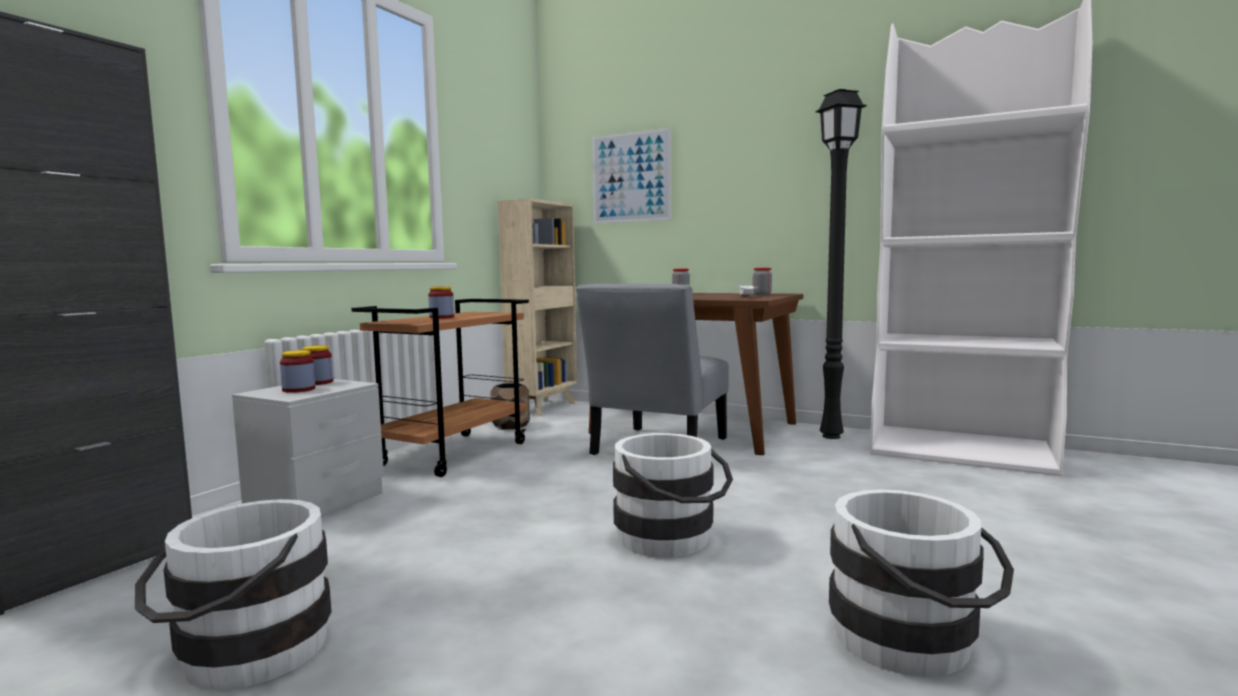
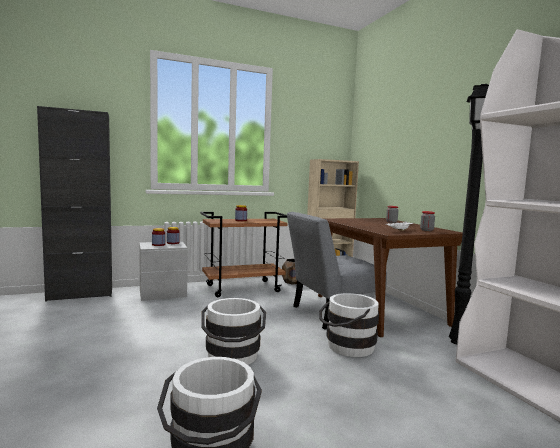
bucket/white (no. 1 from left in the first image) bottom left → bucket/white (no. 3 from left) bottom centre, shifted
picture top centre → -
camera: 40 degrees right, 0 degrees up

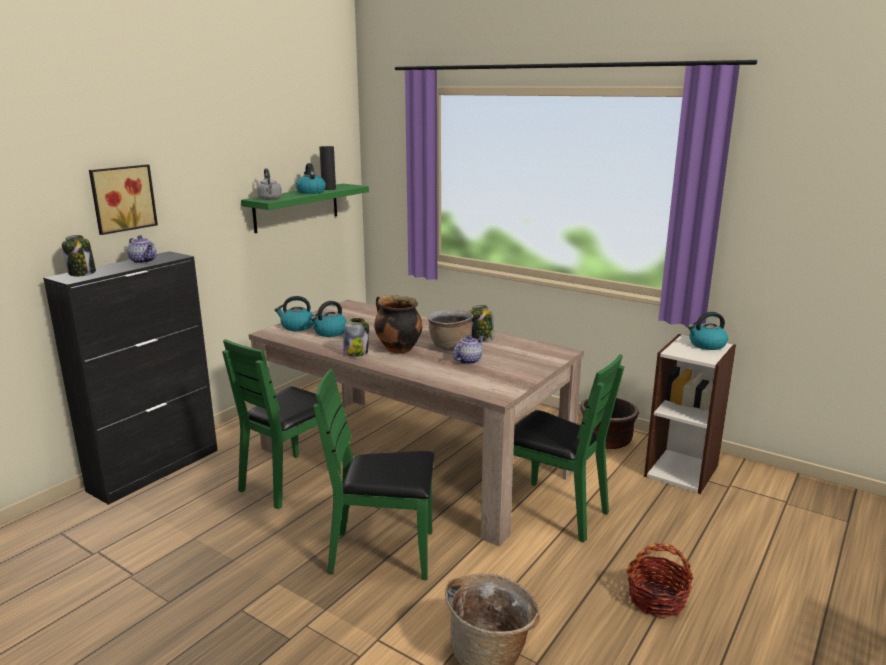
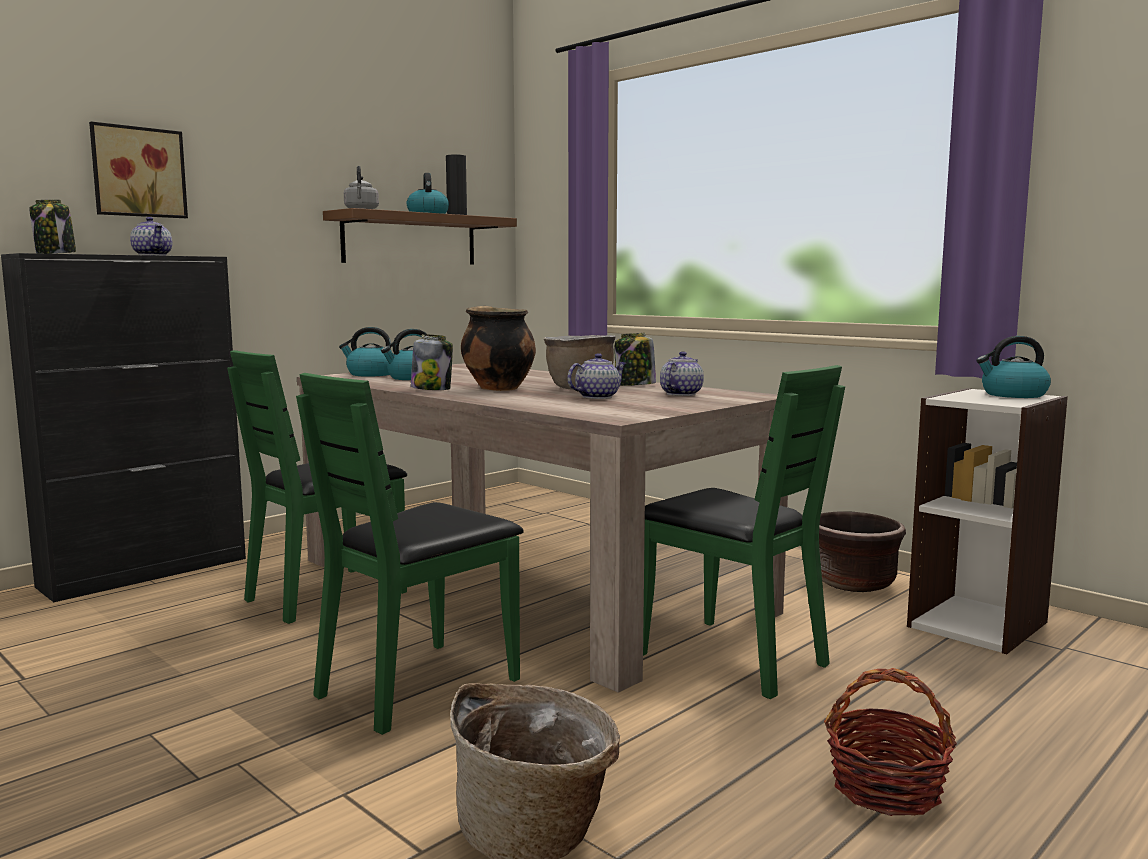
shelf/green top centre → shelf/brown top centre
chair/green (no. 2 from left) bottom centre → chair/green (no. 2 from left) centre, 60 degrees counterclockwise
- → teapot (no. 3 from left) centre
camera: 10 degrees right, 10 degrees down

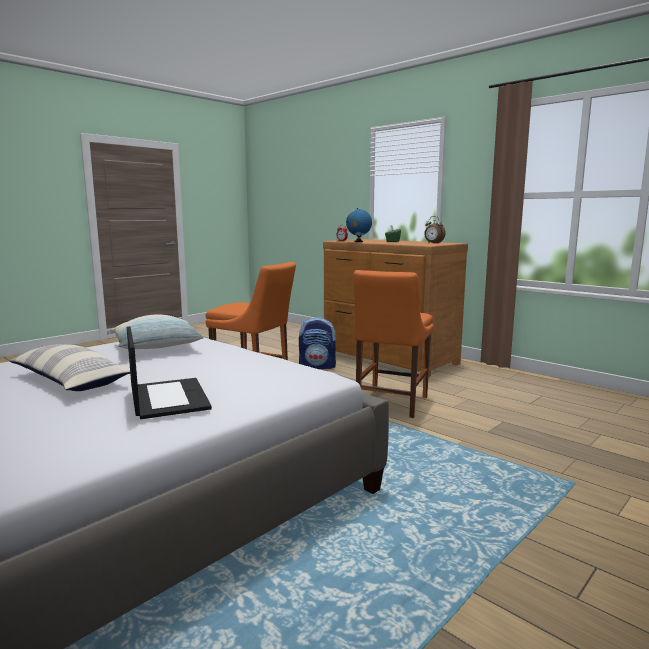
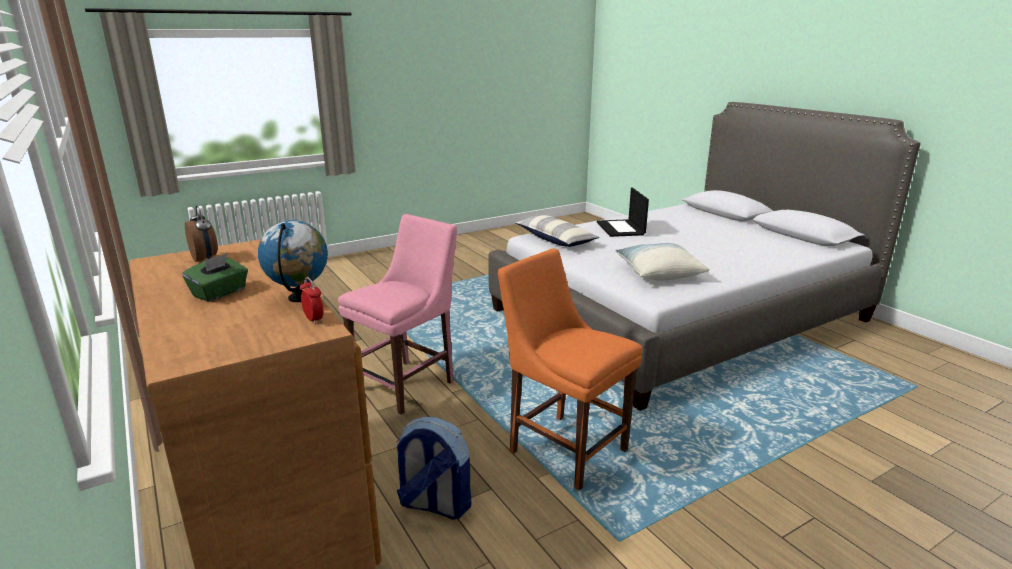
pillow (no. 1 from left) middle left → pillow (no. 1 from left) centre, shifted
chair/orange (no. 2 from left) centre → chair/pink centre
camera: 165 degrees left, 10 degrees up

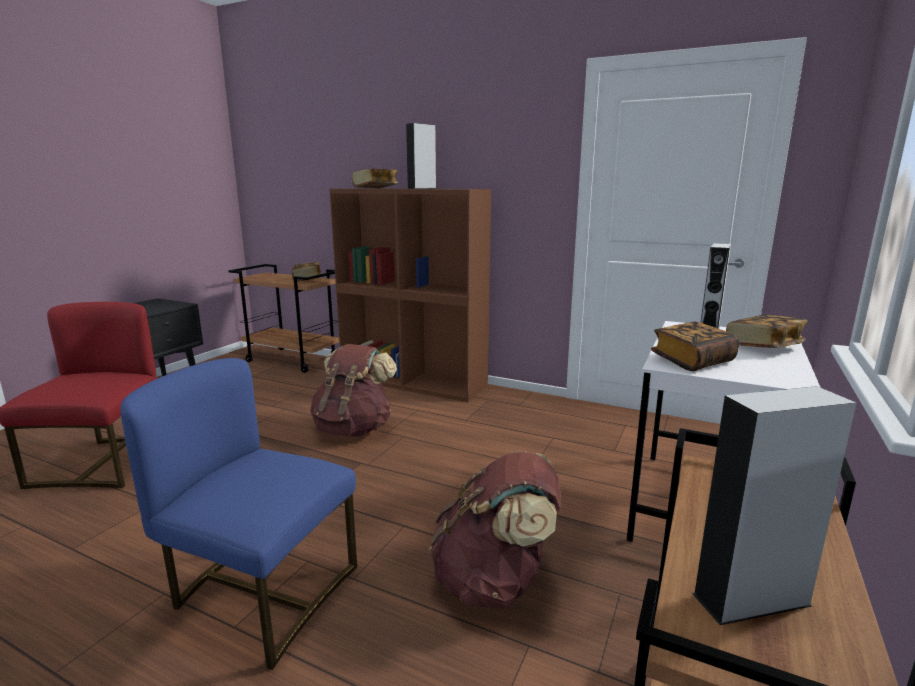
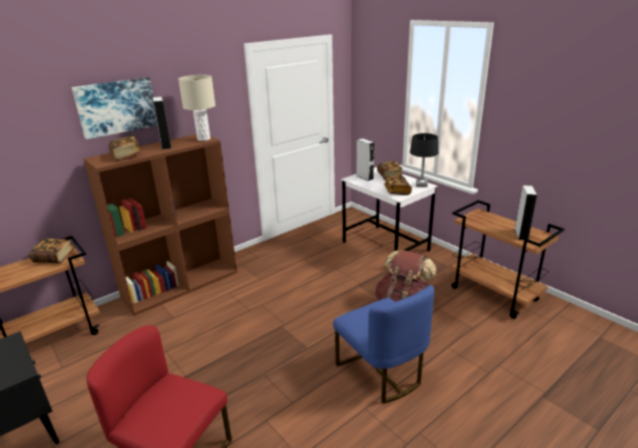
chair/blue bottom left → chair/blue bottom centre, 75 degrees counterclockwise
backpack/brown (no. 1 from left) centre → -
- → picture top left
- → table lamp/beige top left
- → table lamp/black centre
camera: 65 degrees left, 10 degrees up

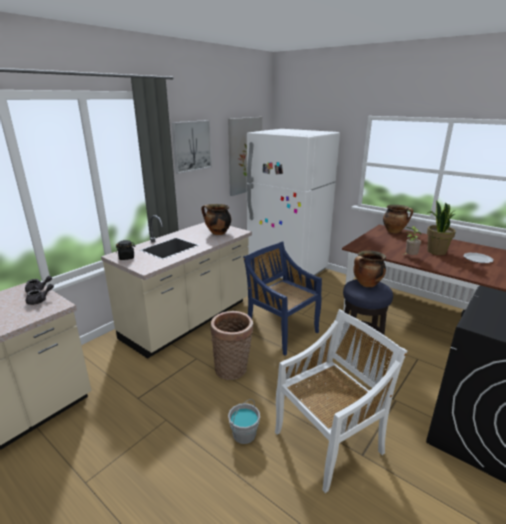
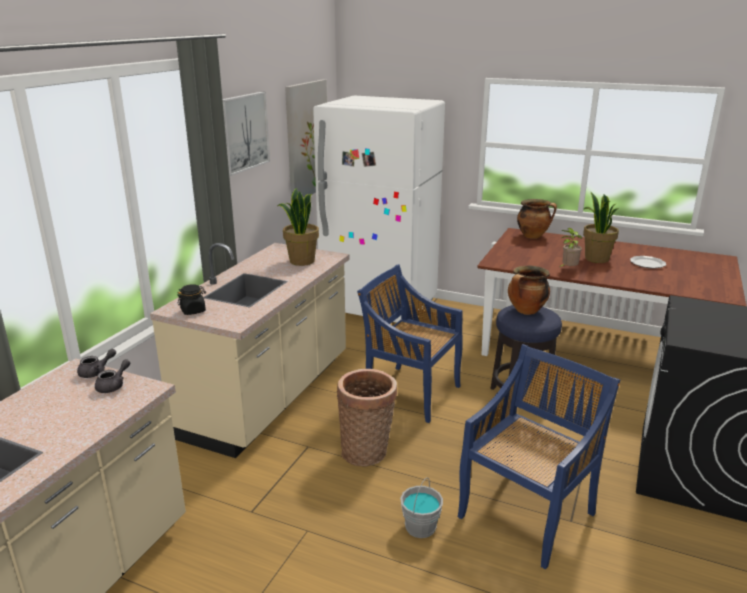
cooking pot (no. 1 from left) centre → potted plant (no. 1 from left) centre
chair/white bottom right → chair/blue (no. 2 from left) bottom right
camera: 15 degrees left, 0 degrees up

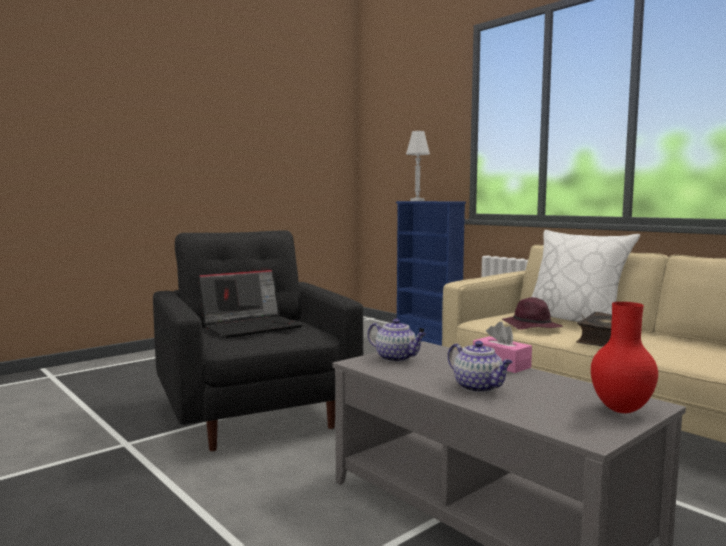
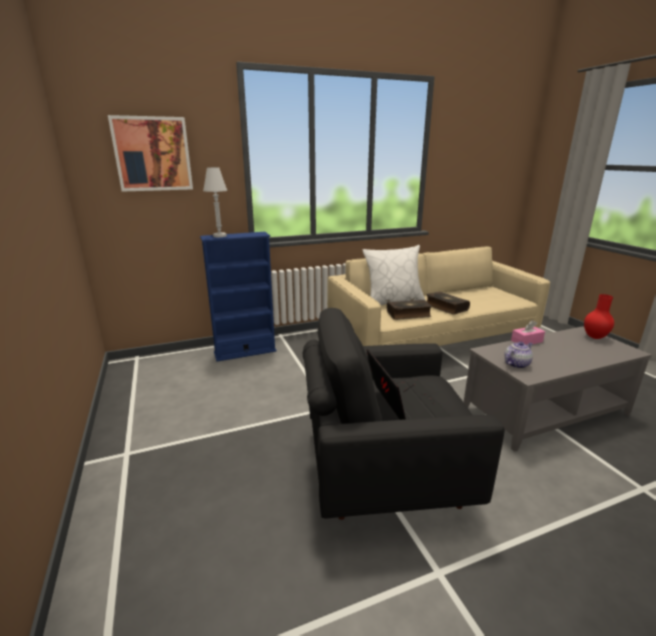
teapot (no. 2 from left) bottom centre → -
hat/purple middle right → book (no. 1 from left) centre
- → picture top left
camera: 70 degrees left, 15 degrees up

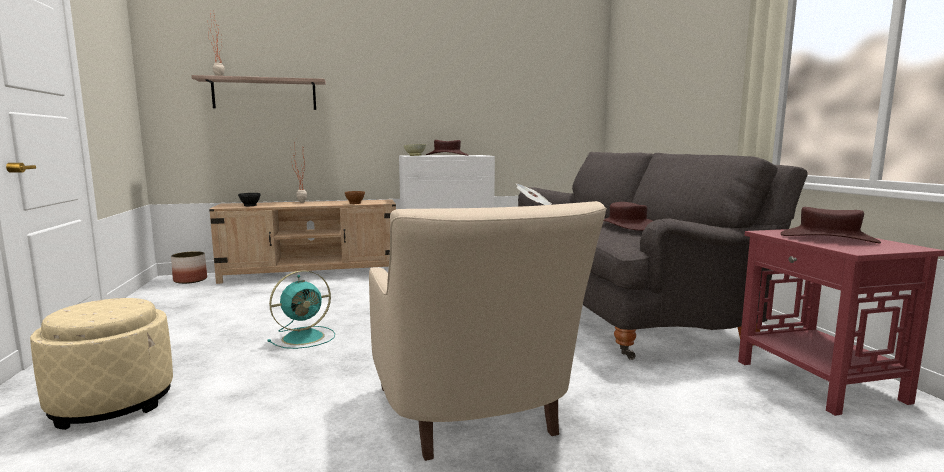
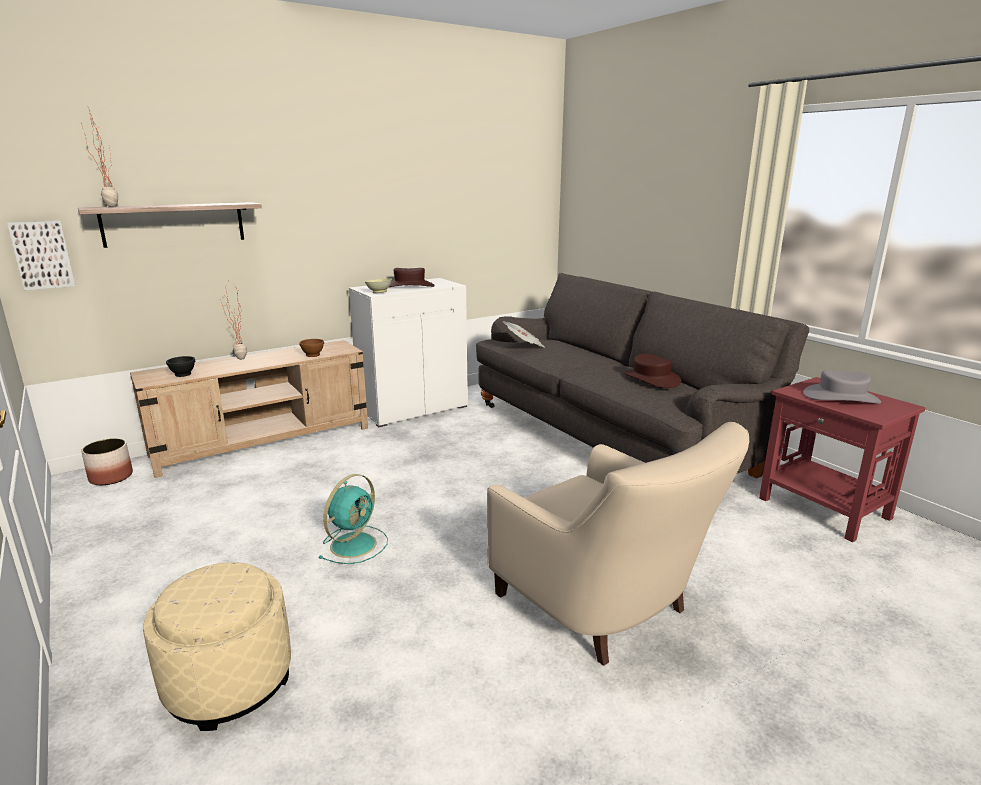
hat/brown (no. 3 from left) middle right → hat/grey middle right
- → picture top left
camera: 20 degrees left, 10 degrees up

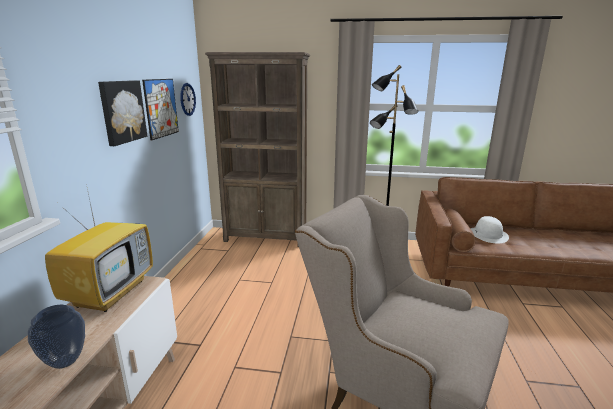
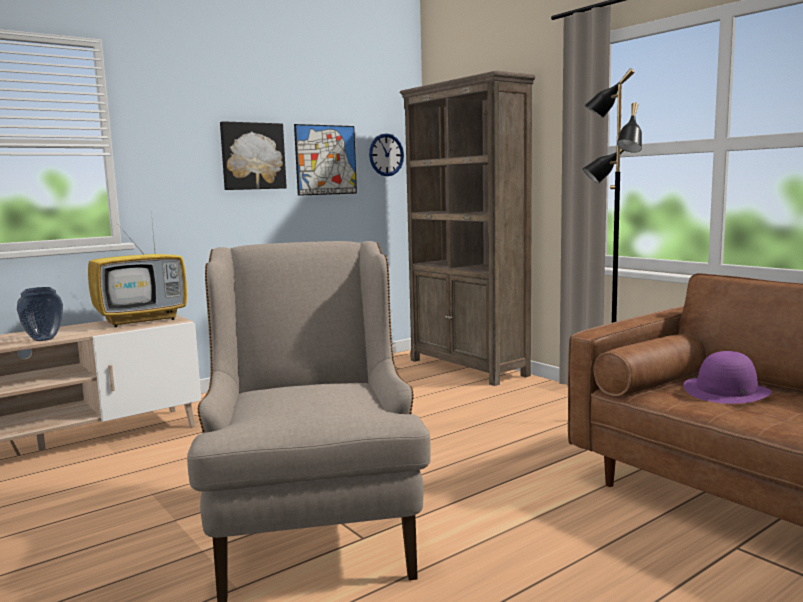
hat/white middle right → hat/purple middle right
camera: 45 degrees right, 10 degrees down

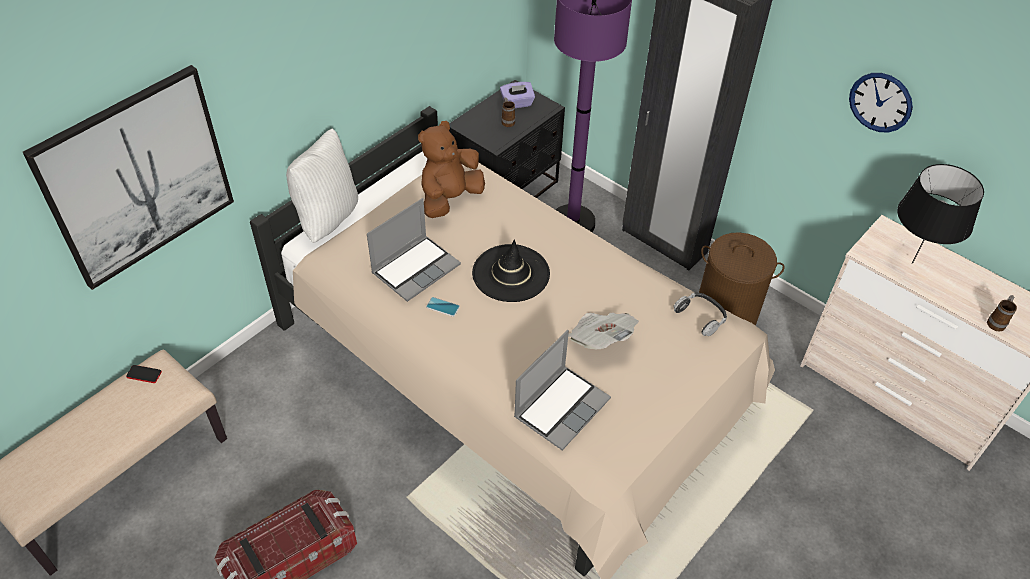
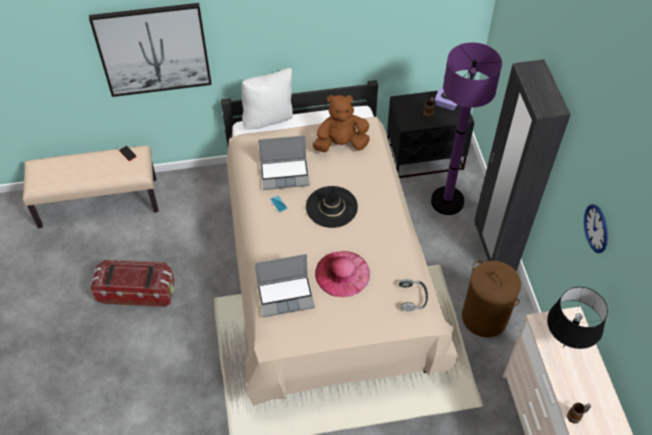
newspaper centre → hat/pink centre
camera: 40 degrees right, 5 degrees up

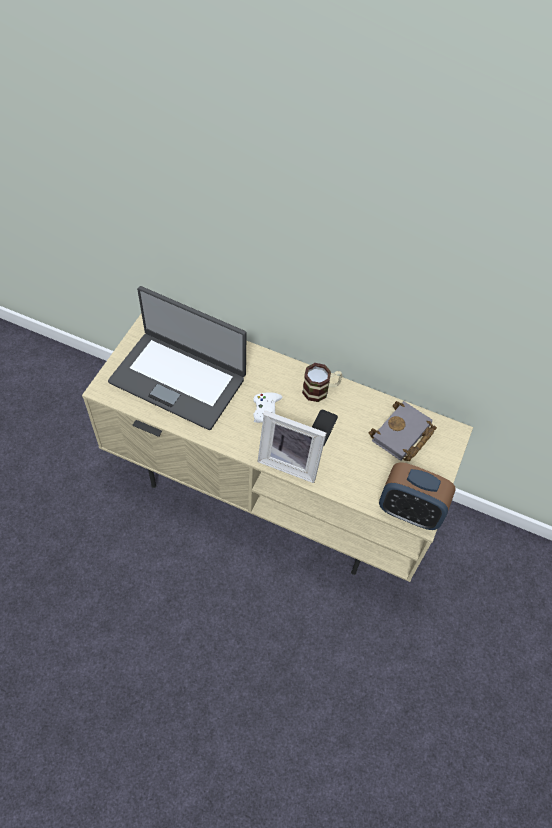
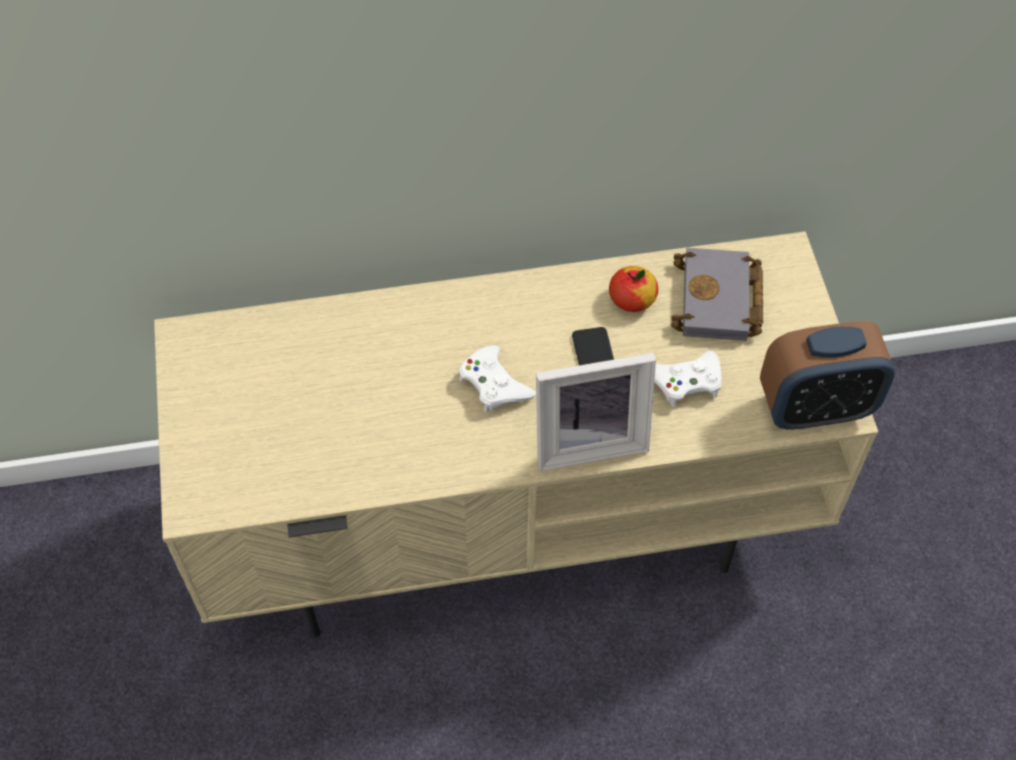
laptop middle left → -
mug centre → -
- → apple centre
- → game controller/white (no. 2 from left) middle right
camera: 30 degrees left, 0 degrees up

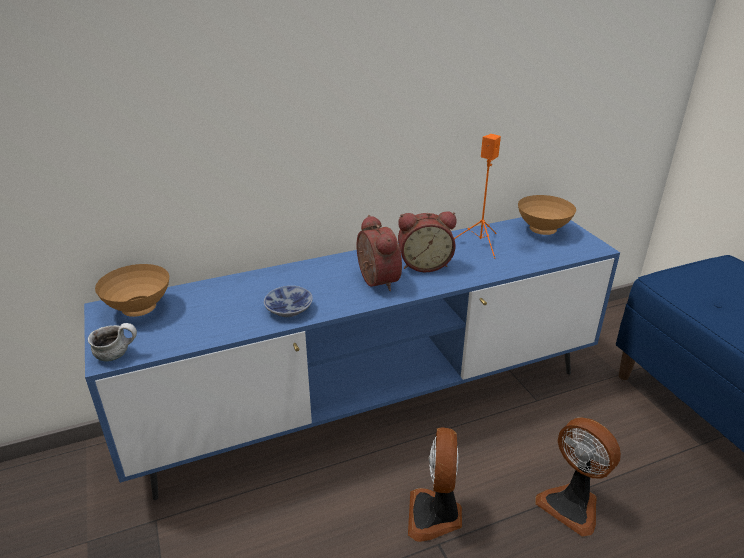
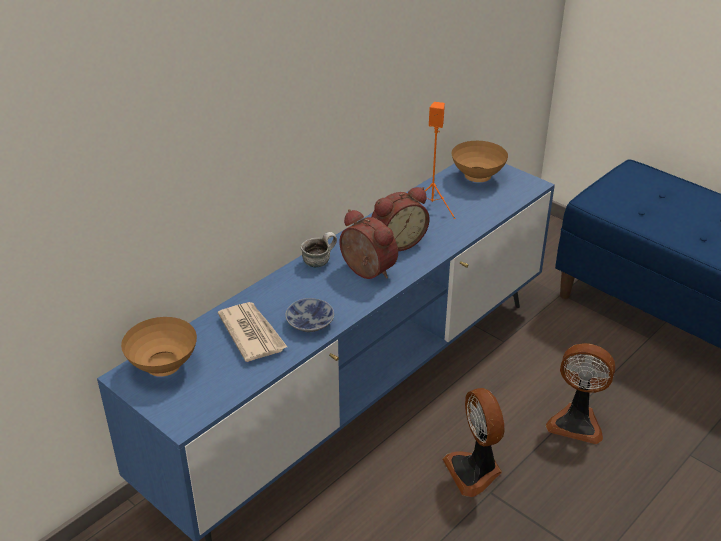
mug middle left → mug centre, shifted
- → newspaper centre
camera: 25 degrees left, 5 degrees up

